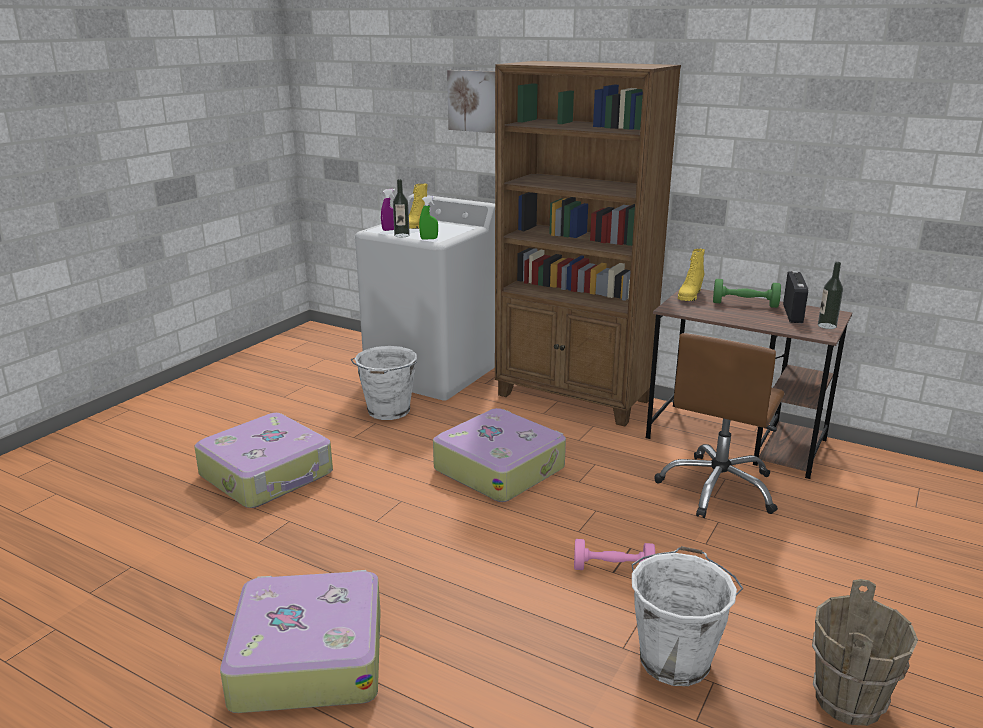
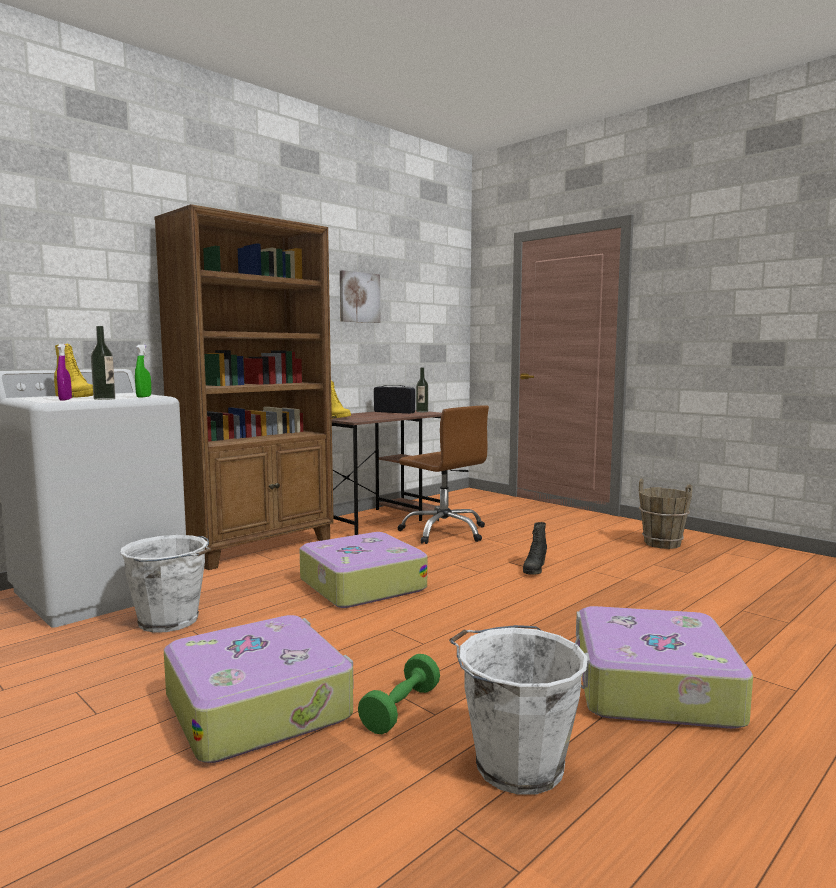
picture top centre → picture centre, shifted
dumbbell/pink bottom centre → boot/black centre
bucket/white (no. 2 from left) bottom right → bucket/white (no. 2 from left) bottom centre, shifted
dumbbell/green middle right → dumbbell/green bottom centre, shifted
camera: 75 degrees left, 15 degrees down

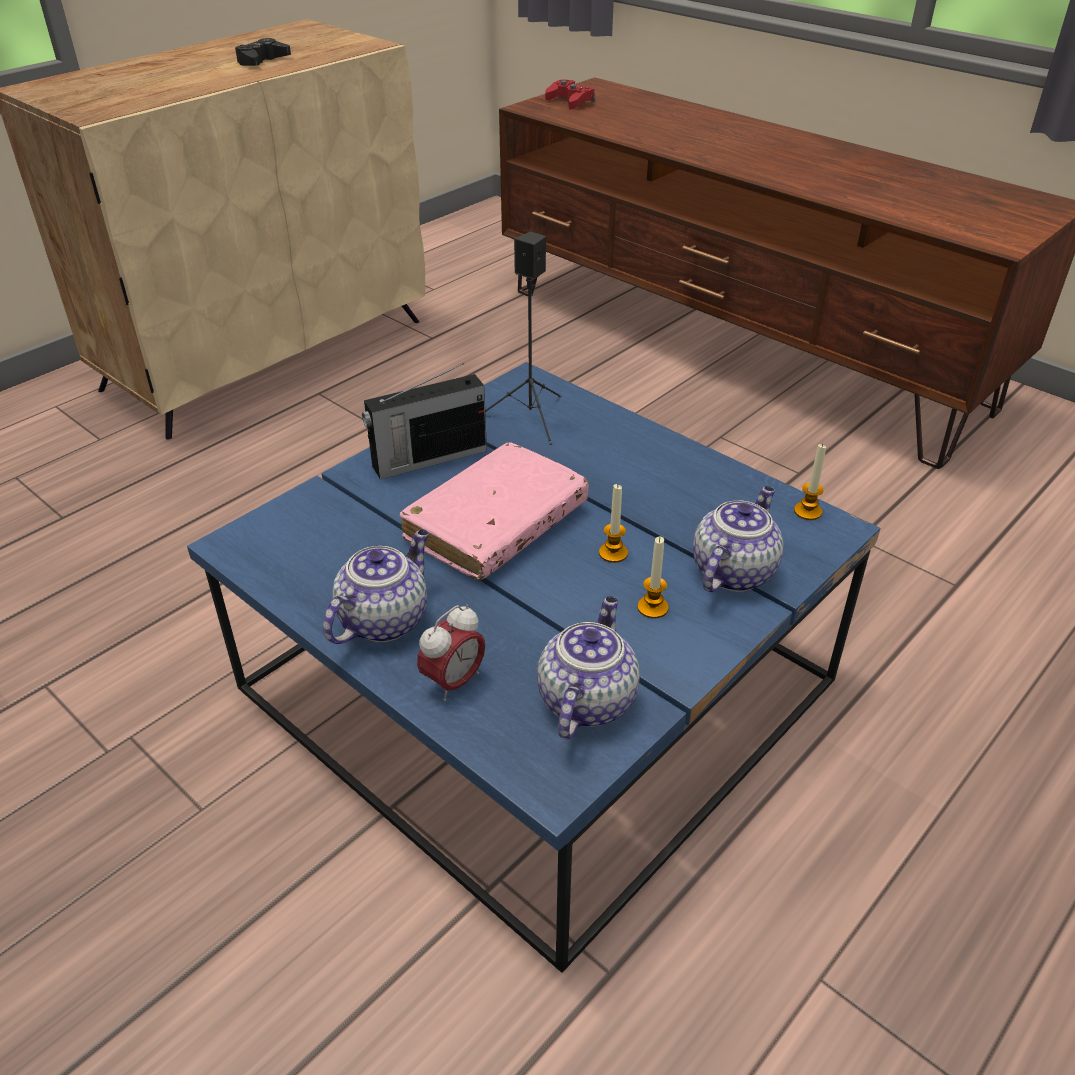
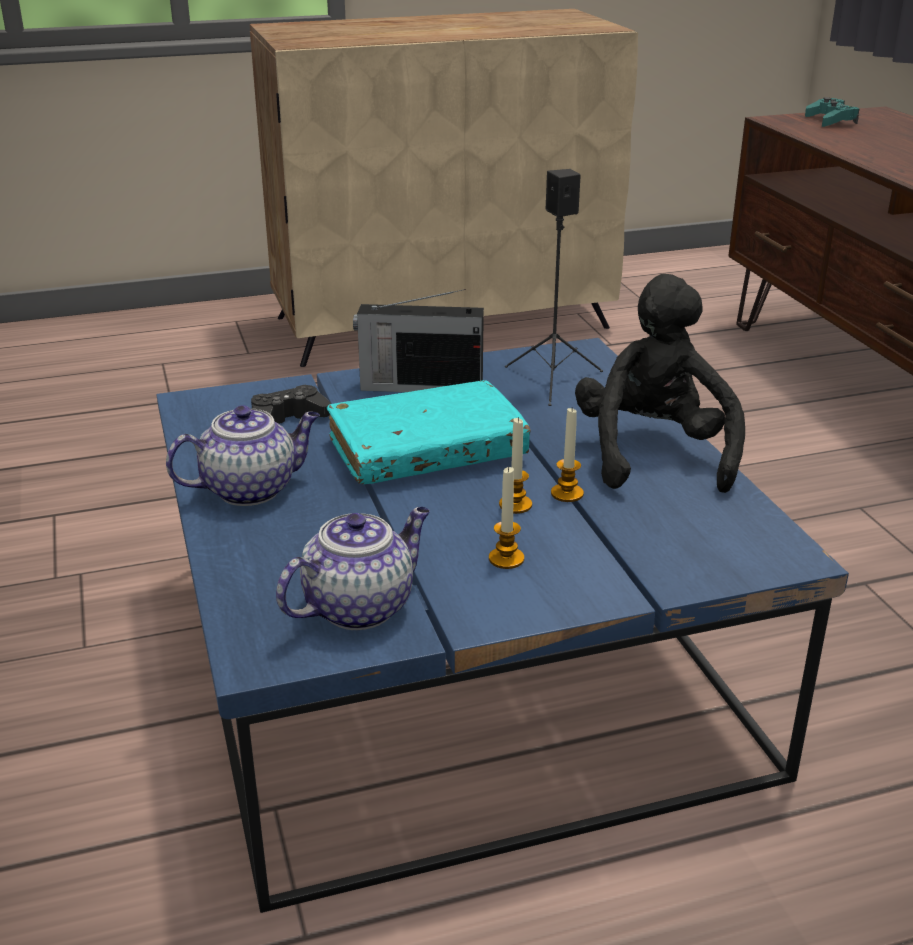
game controller/black top left → game controller/black middle left, shifted
book/pink centre → book/turquoise centre
alarm clock centre → -
game controller/red top centre → game controller/turquoise top right
teapot (no. 3 from left) middle right → -
candle (no. 3 from left) middle right → candle (no. 3 from left) centre, shifted
- → plush toy/black middle right
camera: 30 degrees right, 10 degrees down

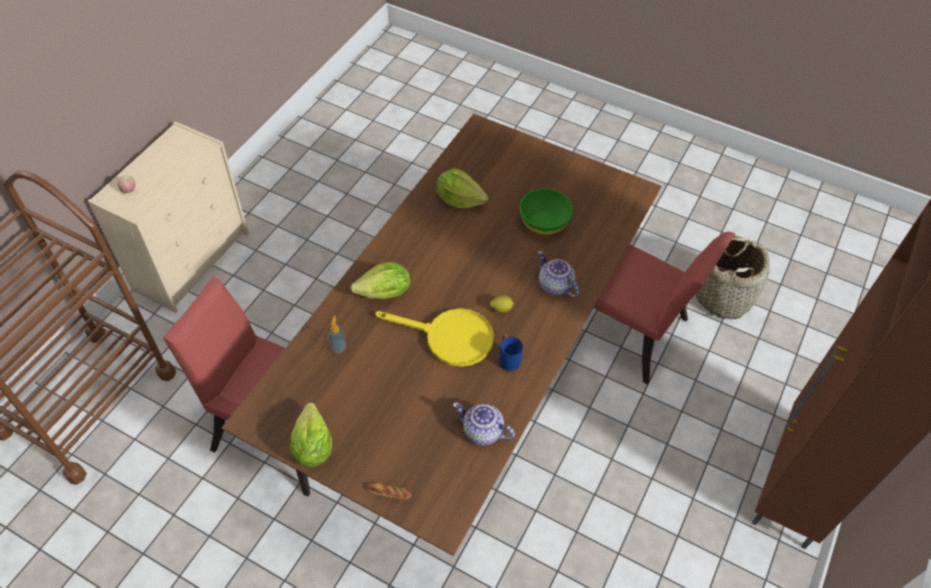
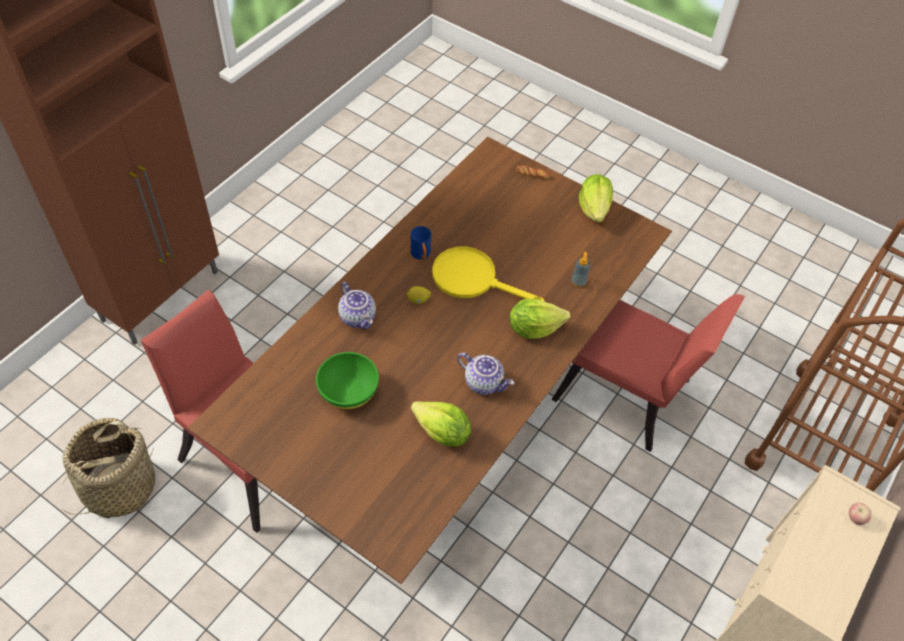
teapot (no. 1 from left in the first image) bottom centre → teapot (no. 2 from left) centre, shifted
camera: 175 degrees left, 0 degrees up

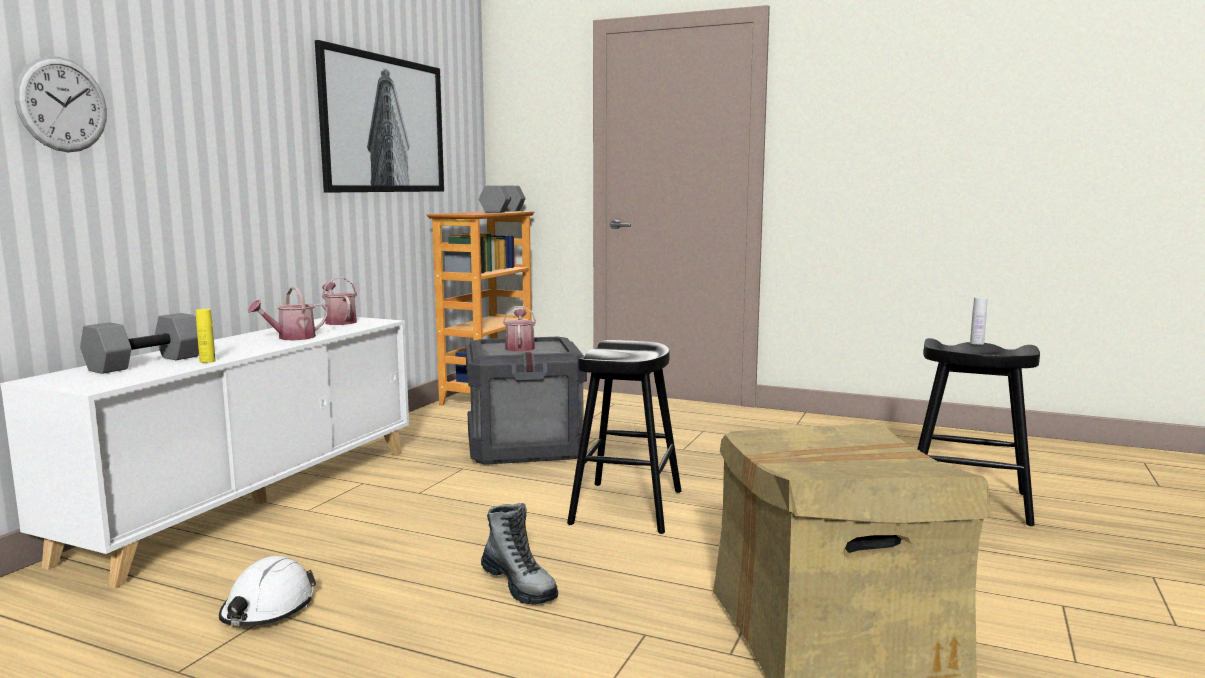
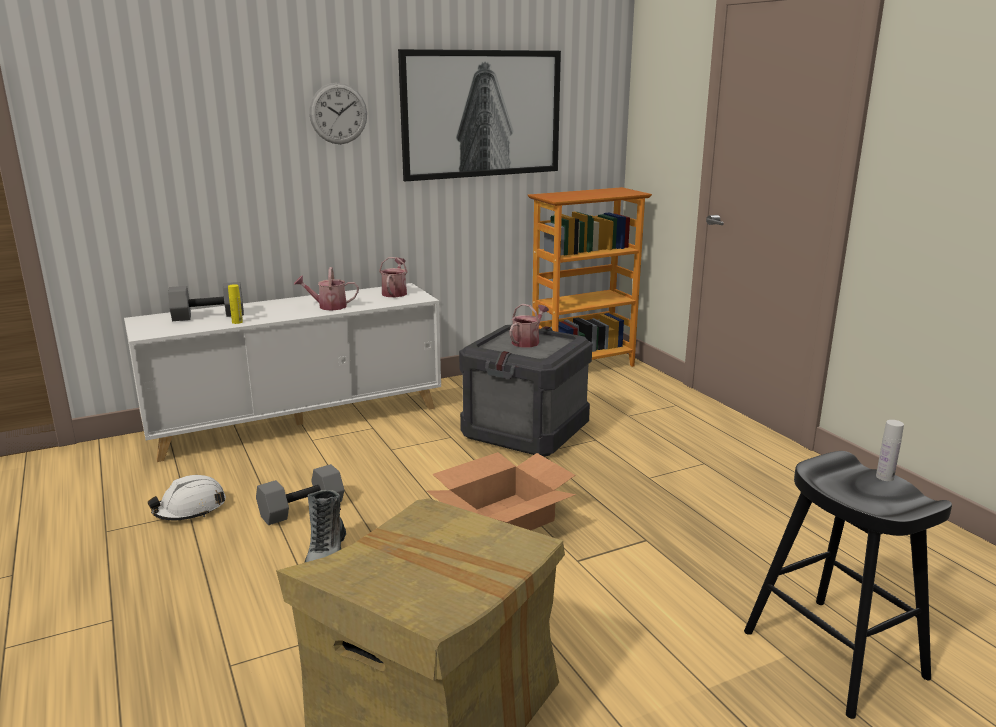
wall clock top left → wall clock top centre, shifted
dumbbell/grey (no. 2 from left) top centre → dumbbell/grey (no. 2 from left) bottom left, shifted
stool/black (no. 1 from left) centre → cardboard box (no. 2 from left) bottom centre
camera: 40 degrees right, 10 degrees up

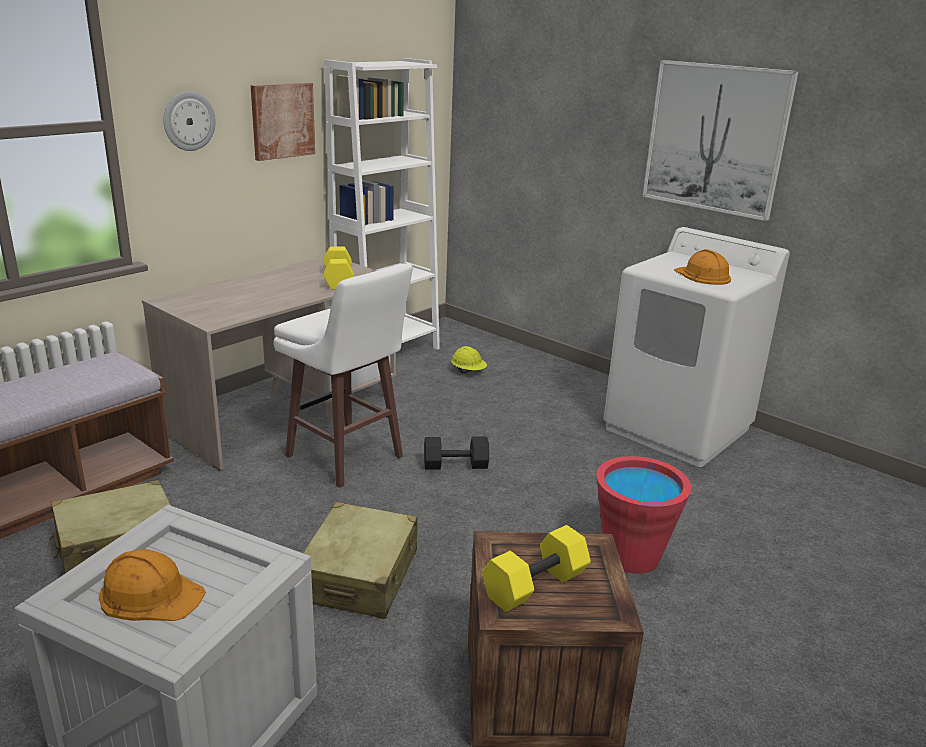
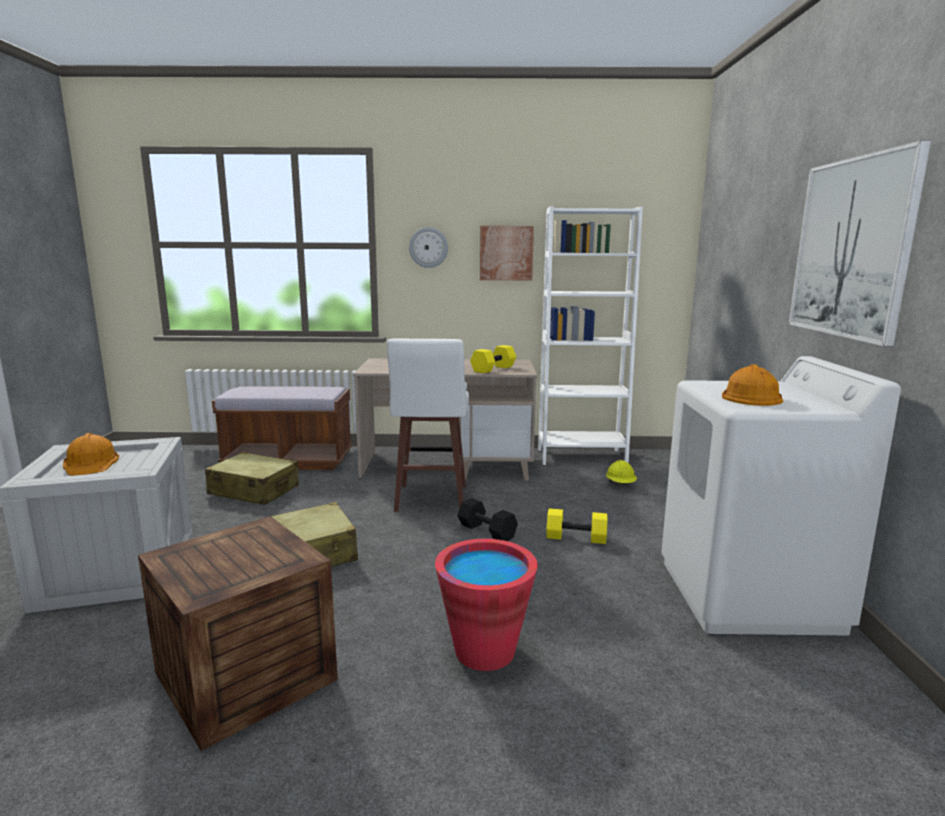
dumbbell/yellow (no. 2 from left) bottom centre → dumbbell/yellow (no. 2 from left) centre, shifted
camera: 50 degrees right, 10 degrees down

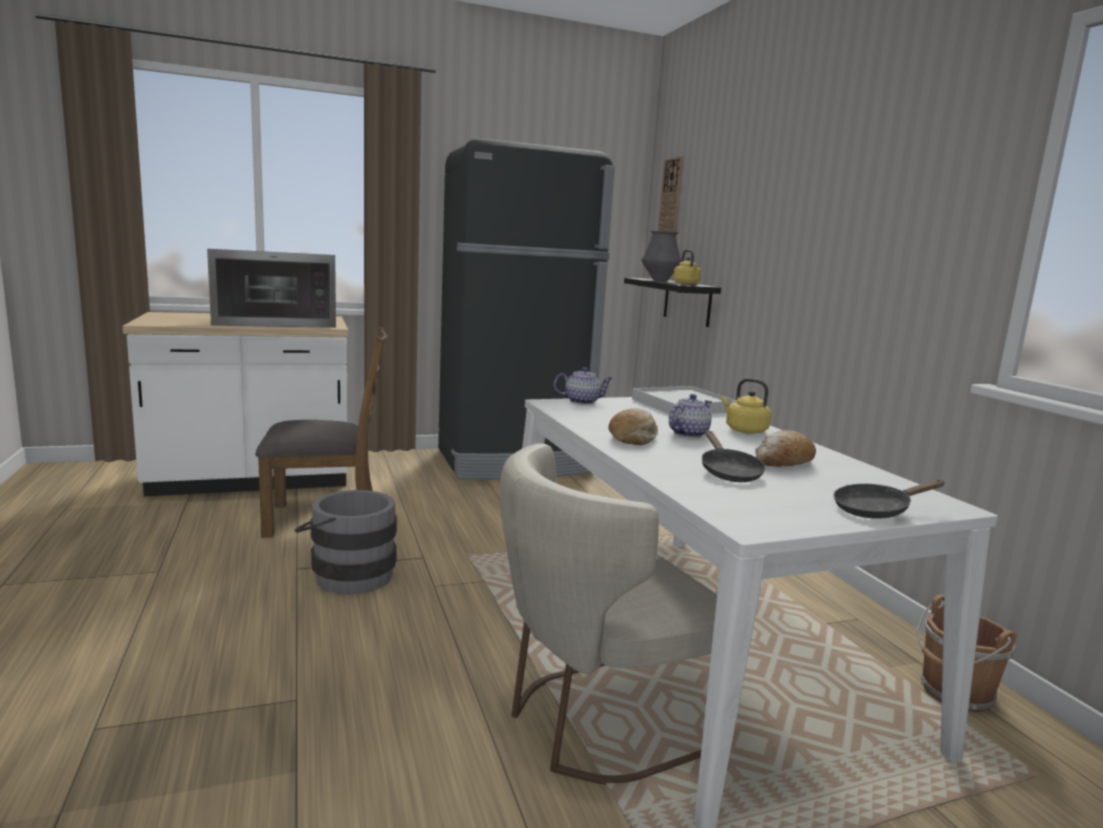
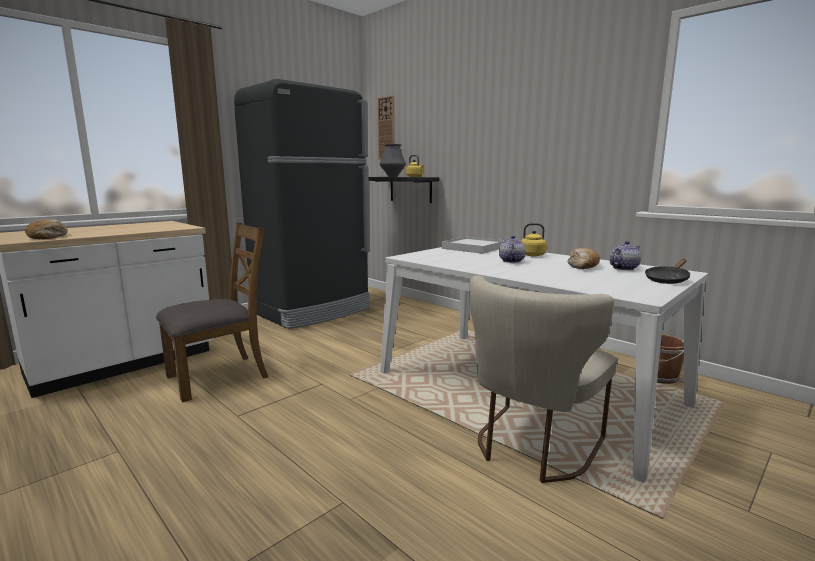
microwave middle left → -
bucket/grey middle left → -
teapot (no. 1 from left in the first image) centre → teapot (no. 2 from left) middle right, shifted
bread (no. 1 from left) centre → bread (no. 1 from left) middle left, shifted
frying pan/black (no. 1 from left) centre → -
camera: 25 degrees left, 0 degrees up

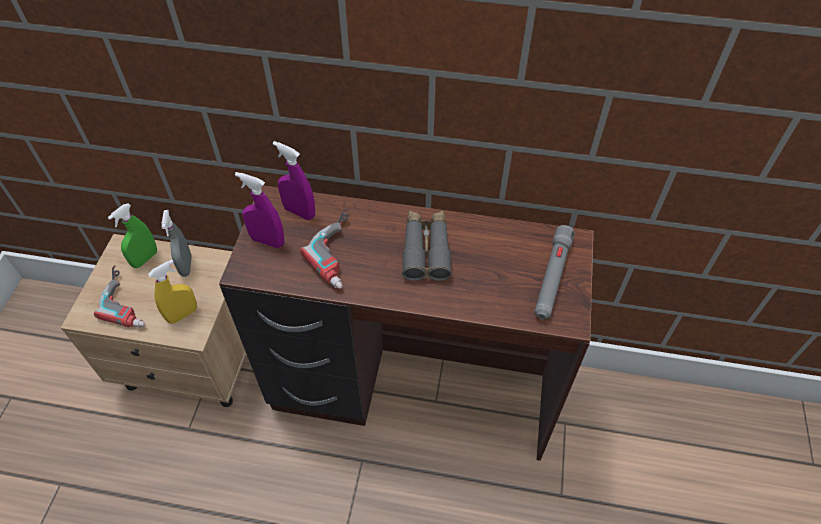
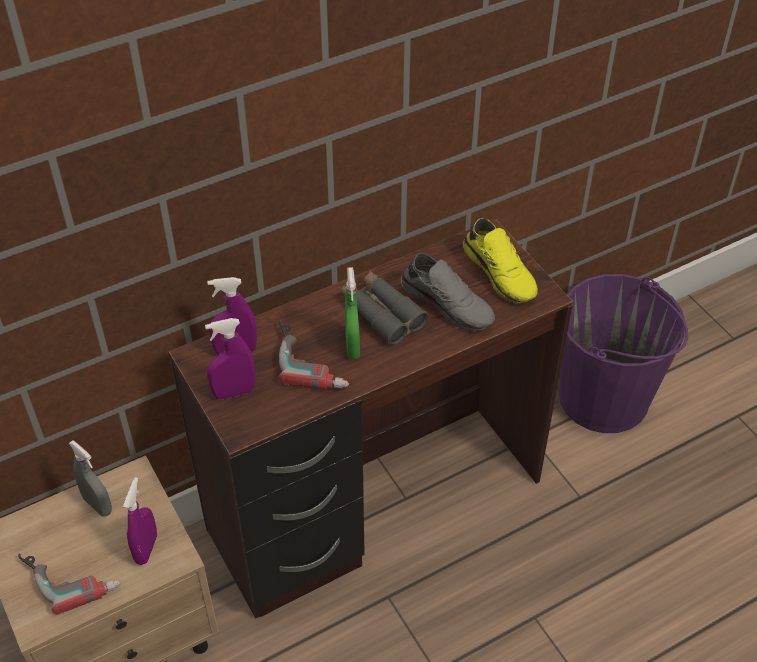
spray bottle/green middle left → spray bottle/green centre, shifted
spray bottle/yellow middle left → spray bottle/purple (no. 1 from left) bottom left
flashlight/grey middle right → shoe/yellow centre
- → shoe/grey centre
- → bucket/purple middle right
camera: 40 degrees left, 5 degrees down

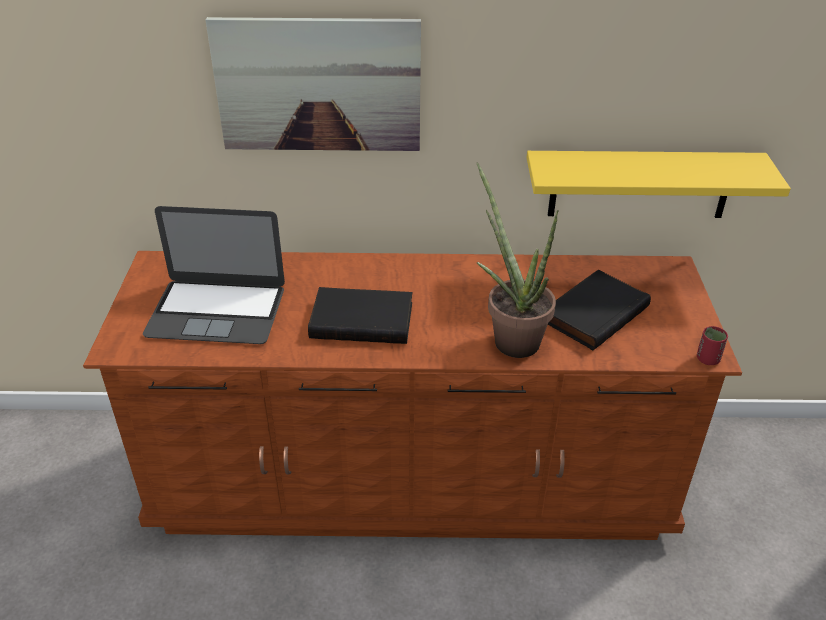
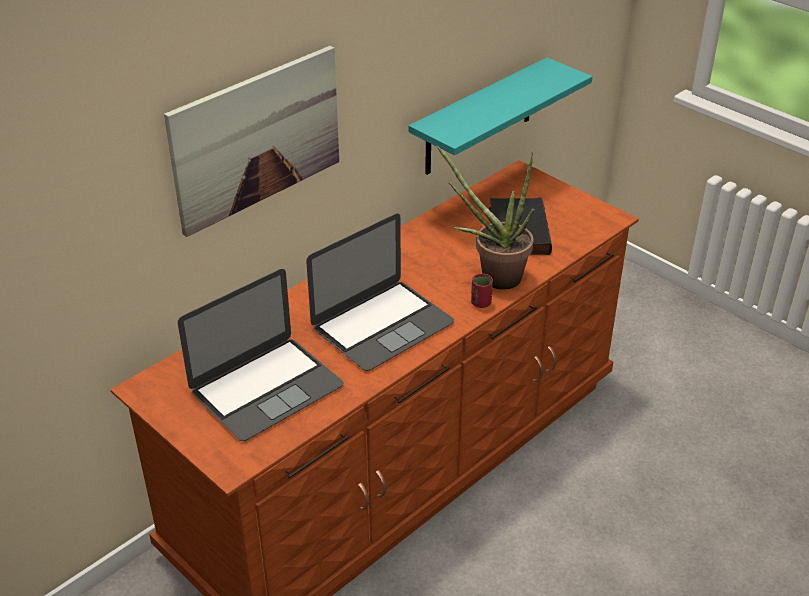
book/black (no. 1 from left) centre → laptop (no. 2 from left) centre
shelf/yellow top right → shelf/turquoise top centre
cup/red middle right → cup/red centre, shifted
camera: 45 degrees left, 0 degrees up

